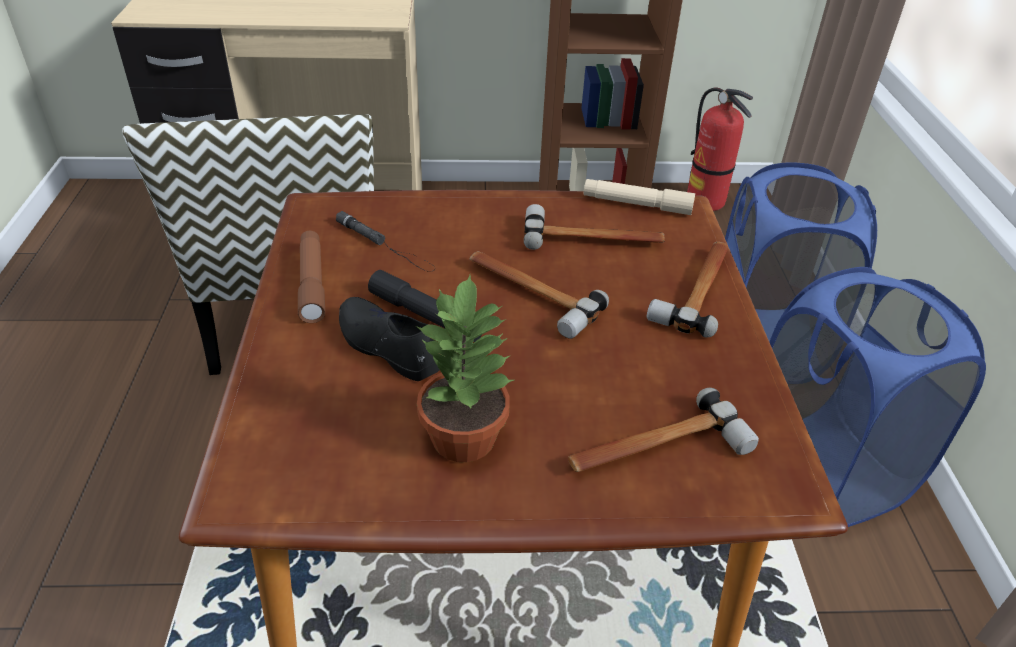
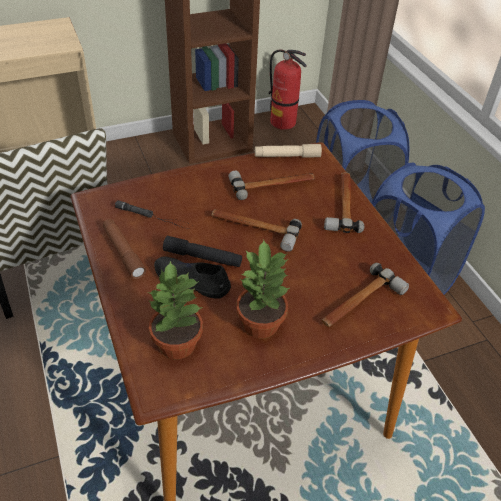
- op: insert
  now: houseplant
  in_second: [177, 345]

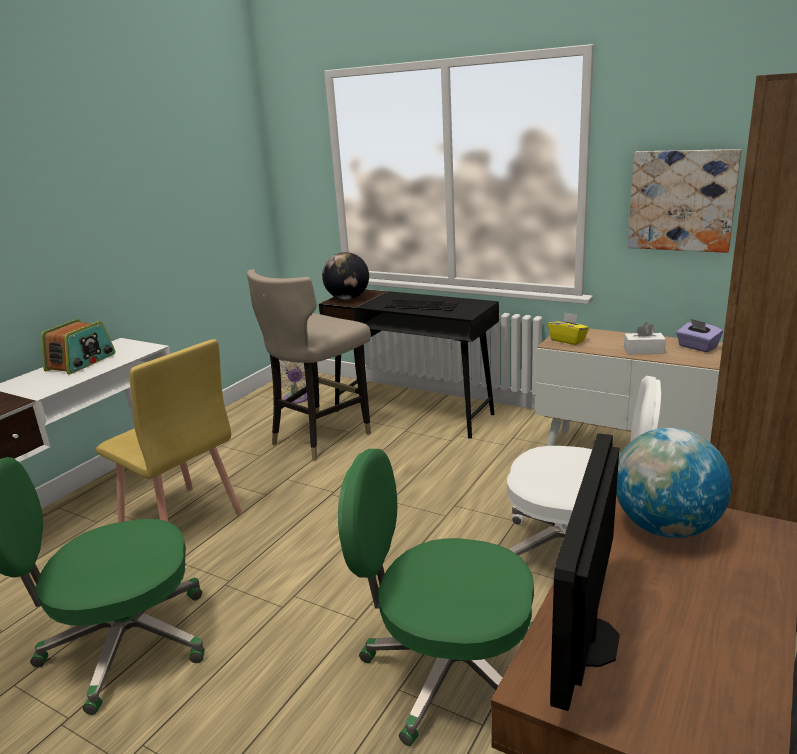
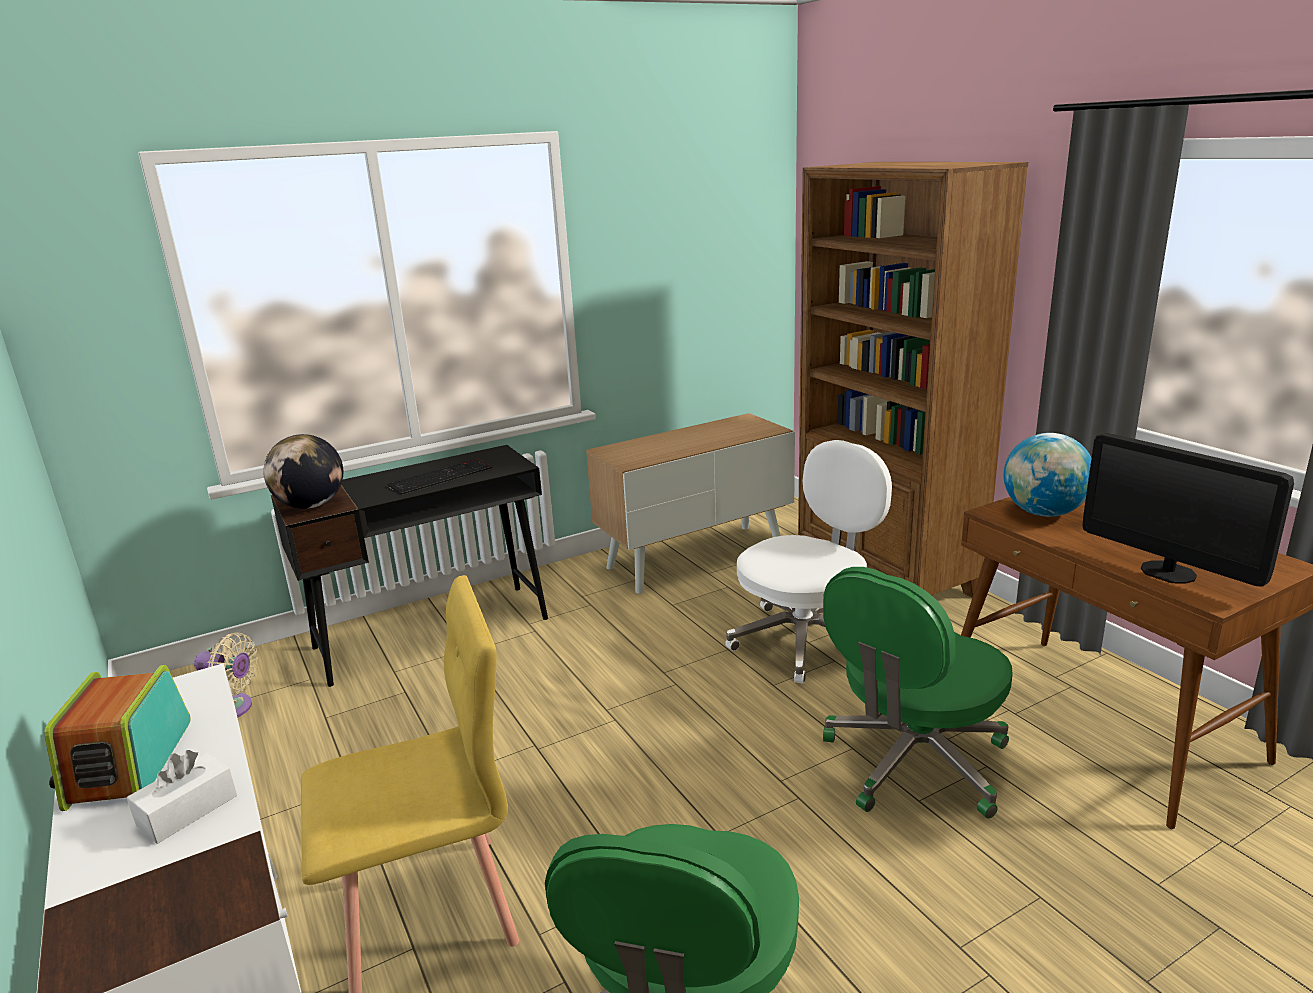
- op: delete
  was: wall picture
  in_first: [682, 200]
- op: delete
  was: beige sitting stool
  in_first: [320, 436]
- op: delete
  was: yellow-coloured tissue holder
  in_first: [568, 340]
- op: rotate
  was: radio receiver
  in_first: [81, 362]
  in_second: [128, 764]
  clockwise: -150
- op: delete
  was: purple tissue holder
  in_first: [697, 347]
- op: move
  was: whitish tissue holder
  in_first: [643, 351]
  in_second: [187, 810]

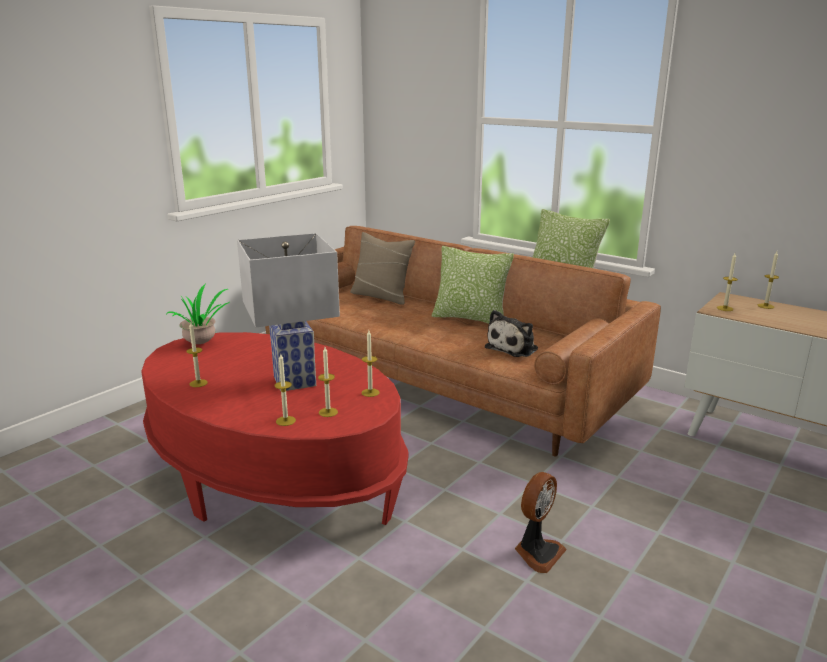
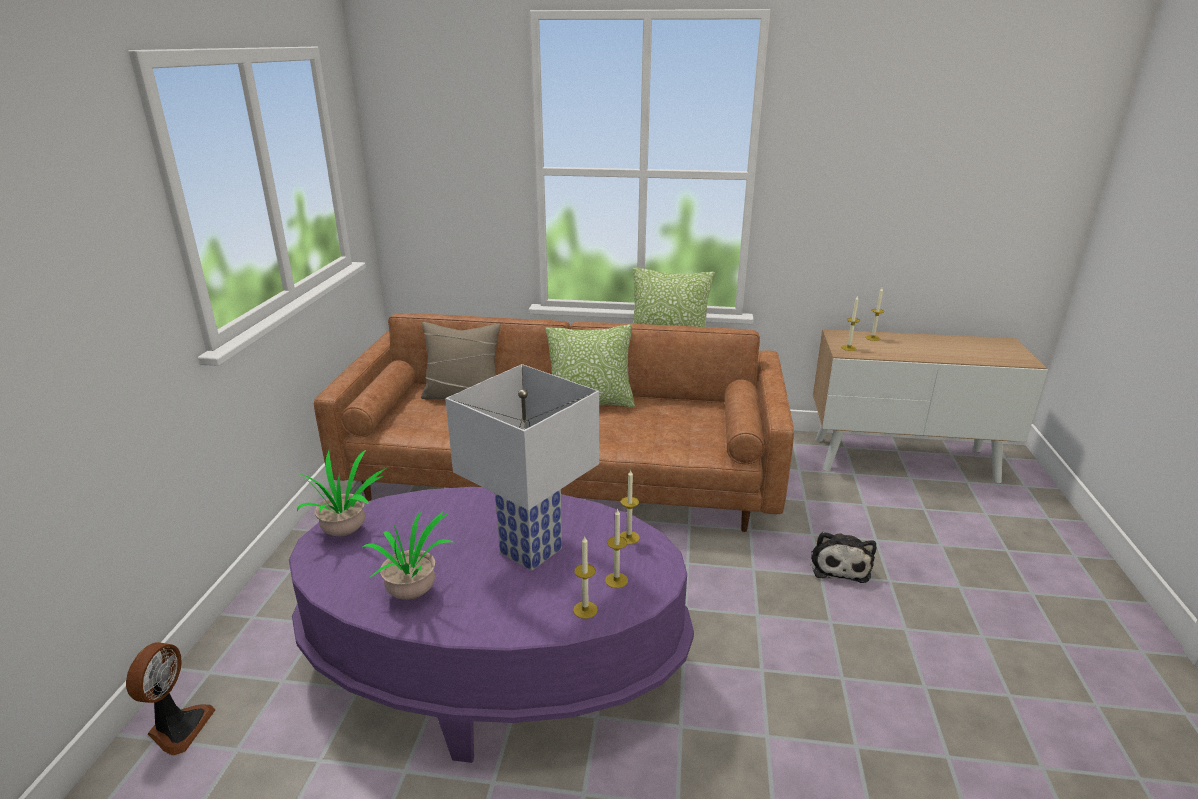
- op: move
  was: plush toy
  in_first: [513, 348]
  in_second: [839, 565]
- op: replace
  was: wax light
  now: houseplant
  in_first: [198, 383]
  in_second: [416, 594]
- op: recolor
  was: reddish lounge table
  now: purple lounge table
  in_first: [273, 475]
  in_second: [495, 664]
- op: move
  was: cooling fan
  in_first: [537, 552]
  in_second: [178, 727]

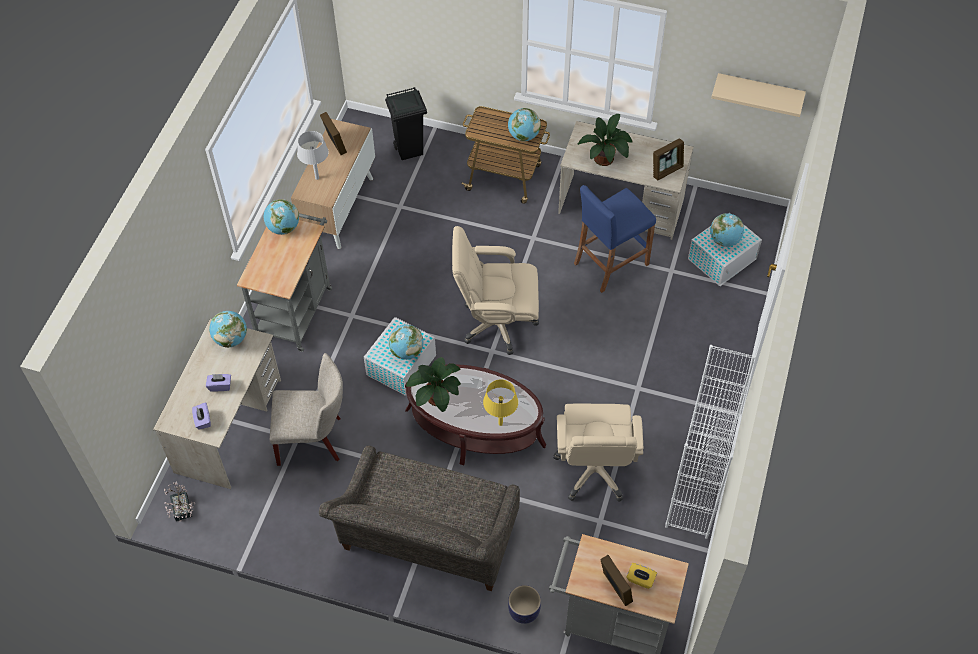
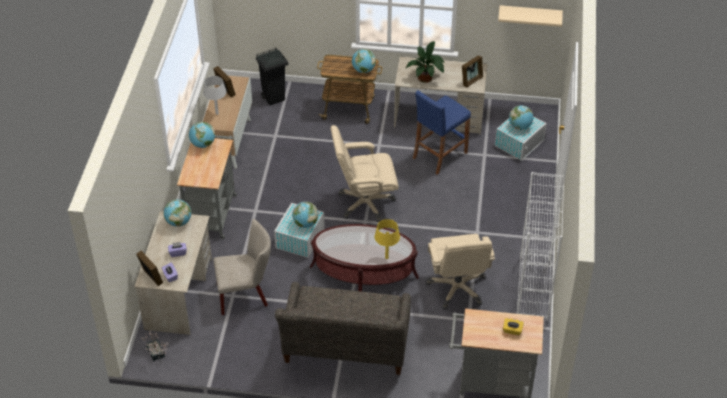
- op: delete
  was: houseplant
  in_first: [436, 398]
- op: move
  was: standing frame
  in_first: [615, 588]
  in_second: [151, 277]
- op: delete
  was: planter
  in_first: [523, 611]

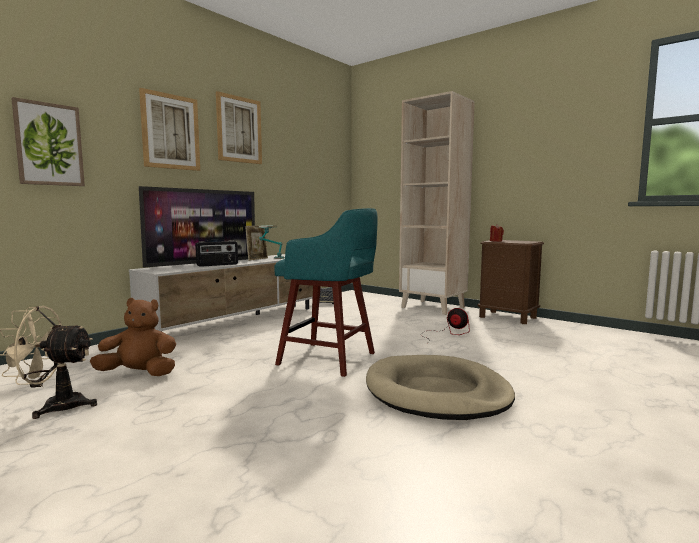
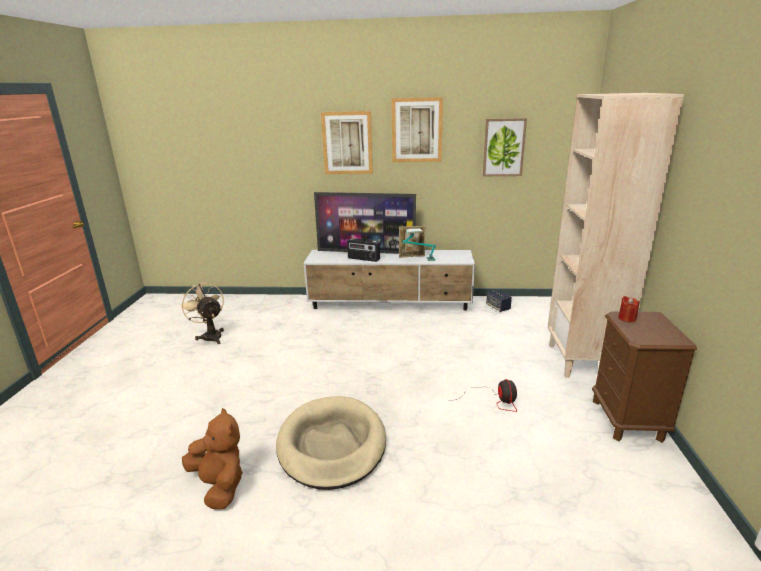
- op: move
  was: wall picture
  in_first: [49, 144]
  in_second: [503, 147]
- op: delete
  was: turquoise sitting stool
  in_first: [330, 359]
- op: move
  was: brown plush toy
  in_first: [139, 374]
  in_second: [219, 485]

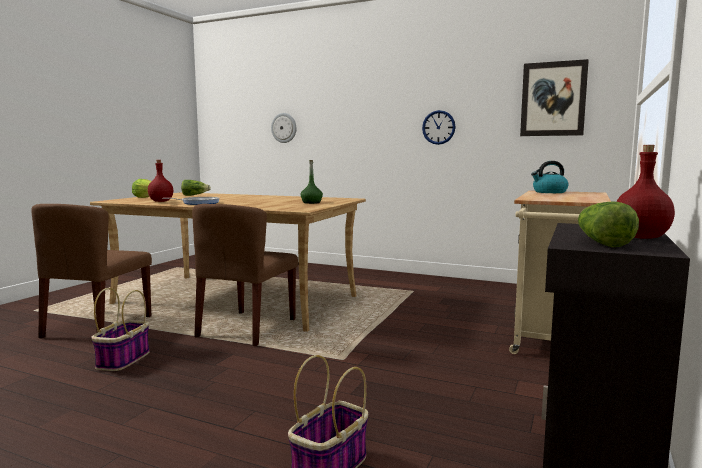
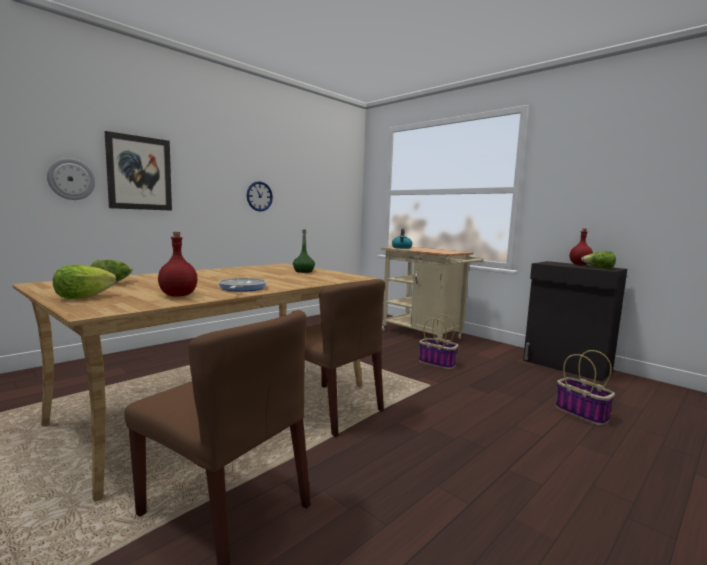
- op: move
  was: wall picture
  in_first: [553, 99]
  in_second: [139, 173]
- op: move
  was: storage basket
  in_first: [123, 360]
  in_second: [438, 363]

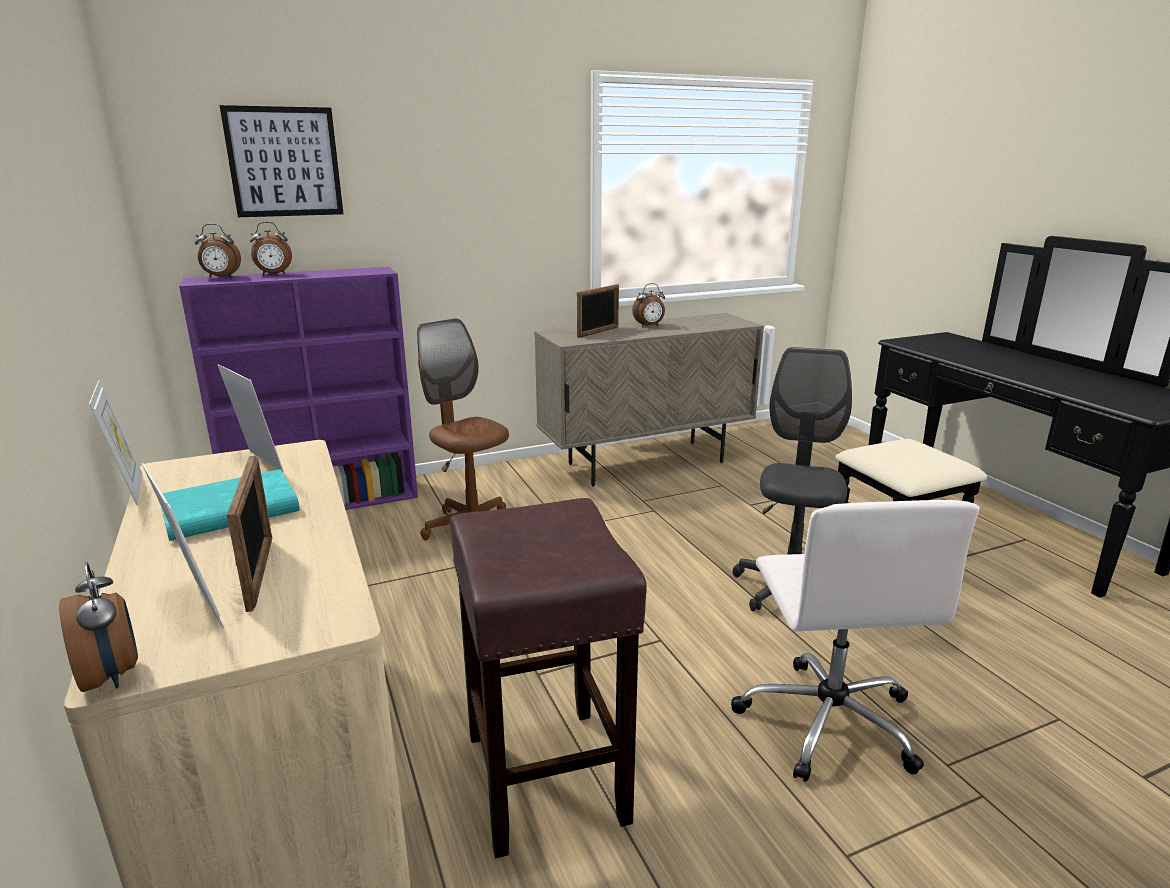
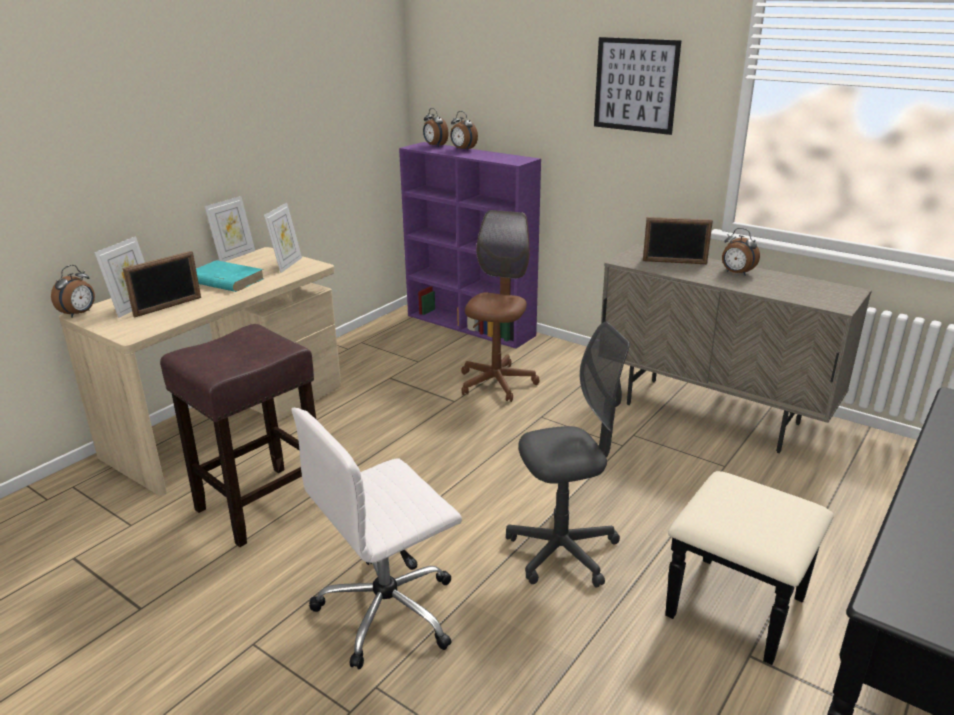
- op: move
  was: wall picture
  in_first: [284, 162]
  in_second: [635, 85]

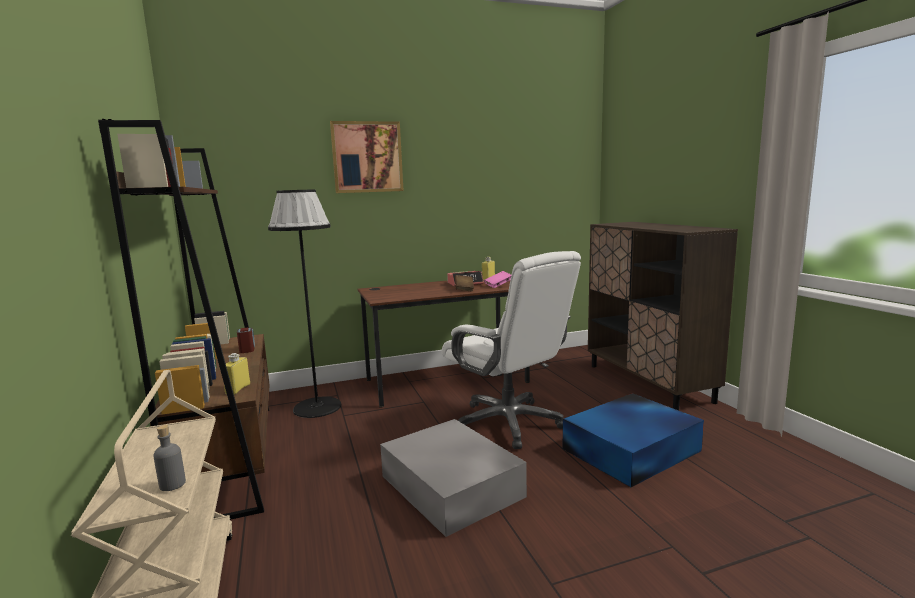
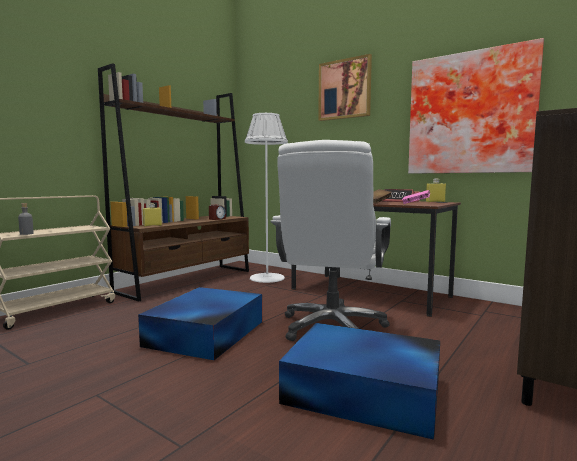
- op: recolor
  was: black-coloured standing lamp
  now: whitish standing lamp
  in_first: [317, 407]
  in_second: [267, 278]
- op: recolor
  was: greyish storage bin
  now: blue storage bin
  in_first: [452, 487]
  in_second: [204, 333]
- op: insert
  now: wall picture
  in_second: [470, 114]

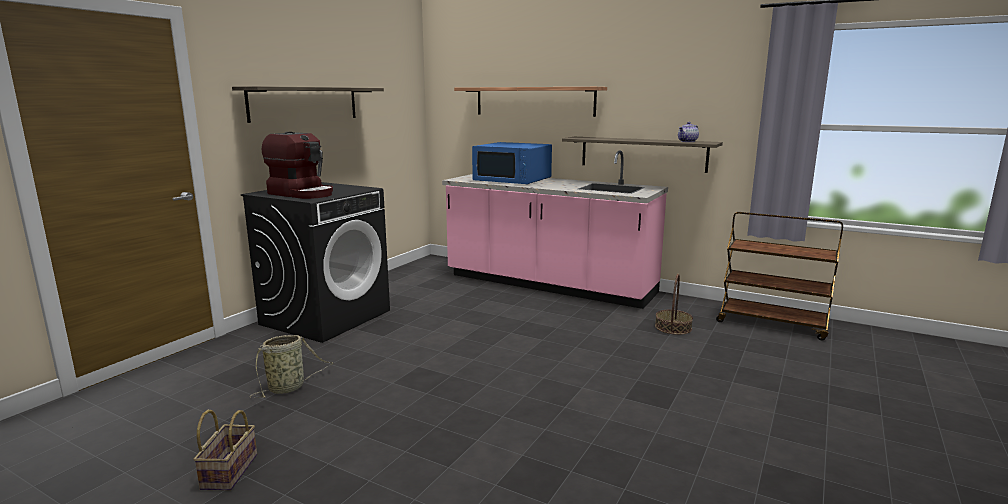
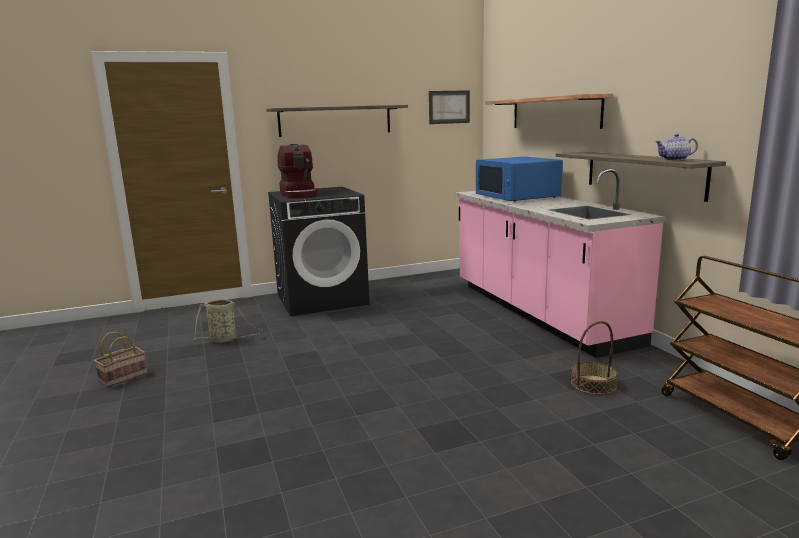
- op: insert
  now: wall picture
  in_second: [449, 107]

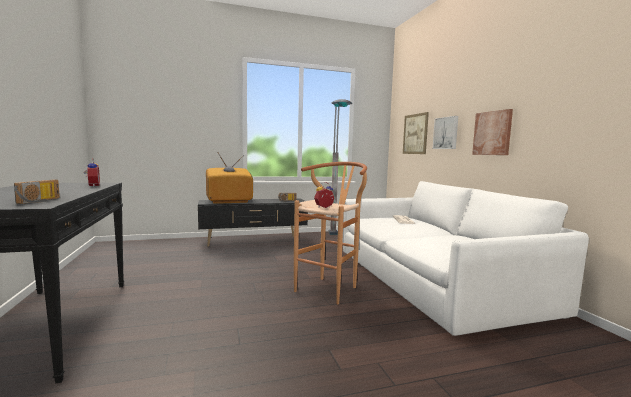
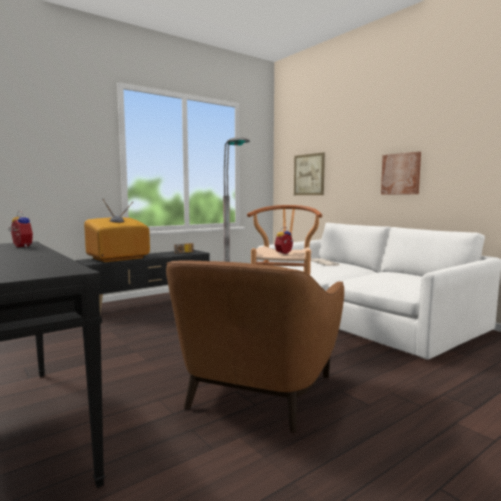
- op: delete
  was: wall picture
  in_first: [446, 133]
- op: delete
  was: radio receiver
  in_first: [41, 201]
- op: insert
  now: brown lounge chair
  in_second: [257, 392]

